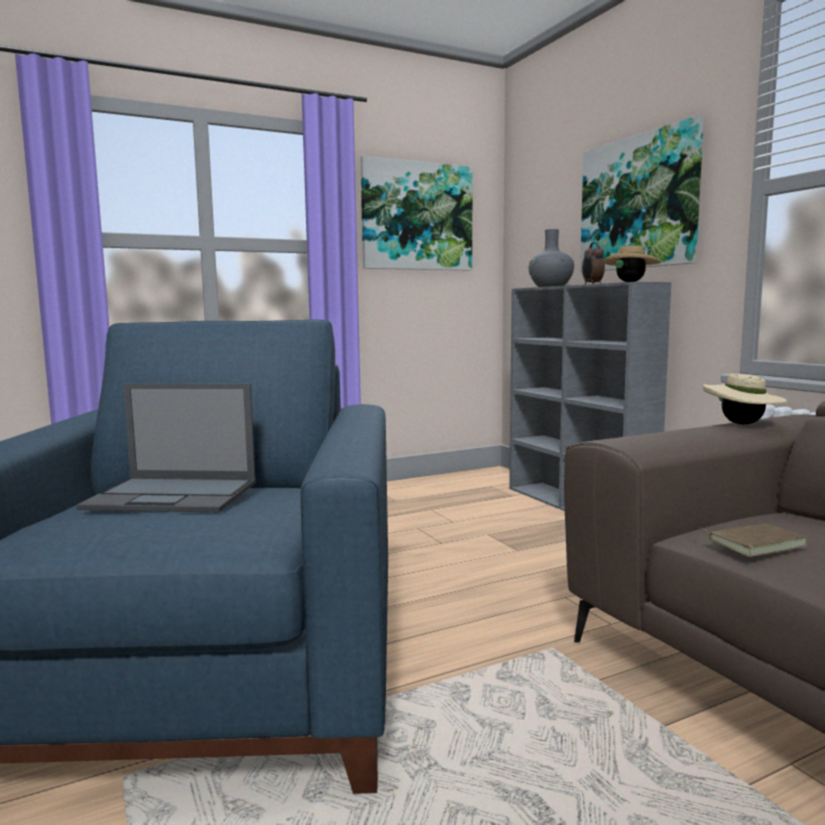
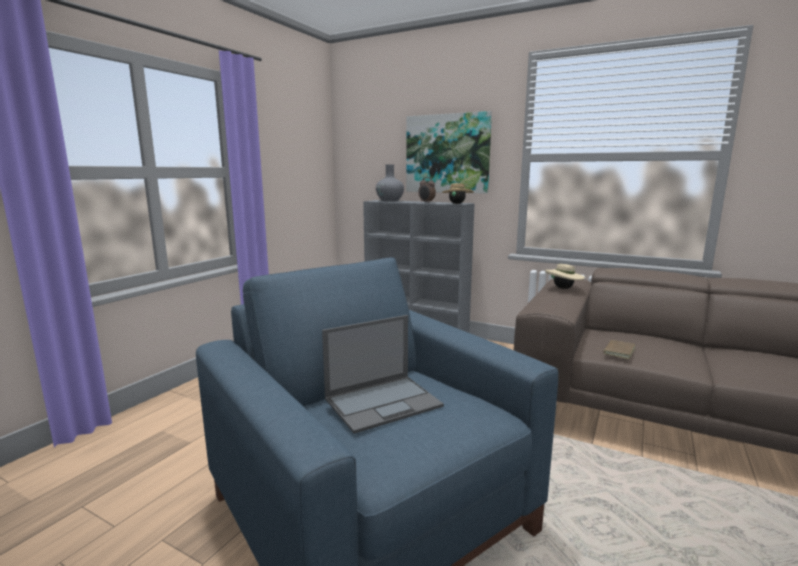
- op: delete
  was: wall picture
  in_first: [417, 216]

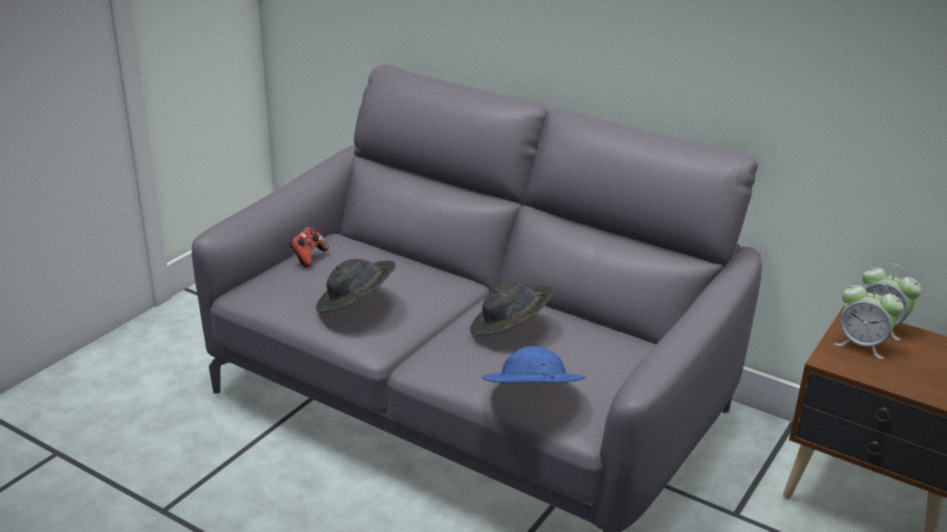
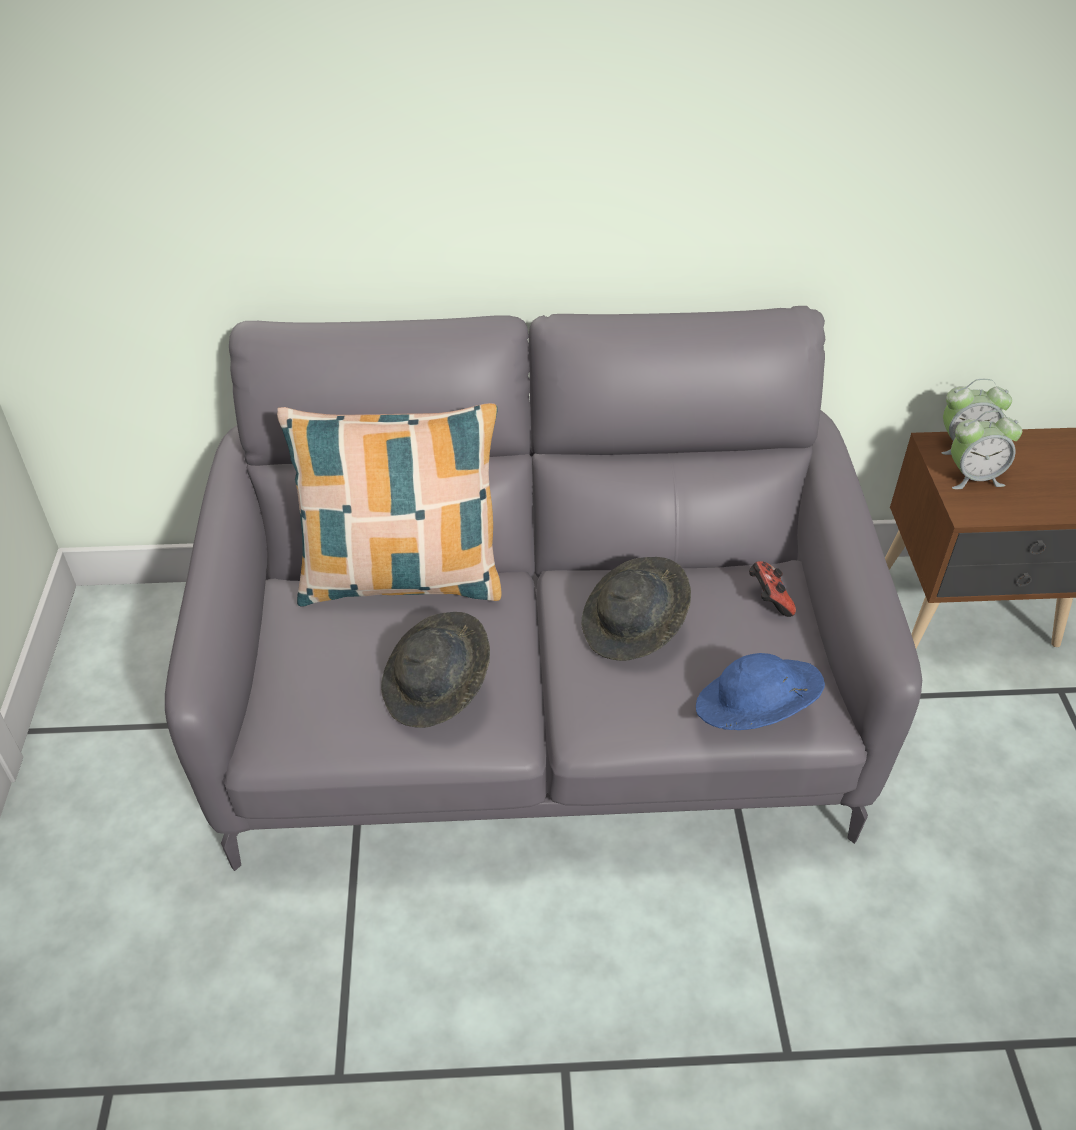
- op: move
  was: game controller
  in_first: [308, 257]
  in_second: [768, 599]
- op: insert
  now: throw pillow
  in_second: [402, 580]

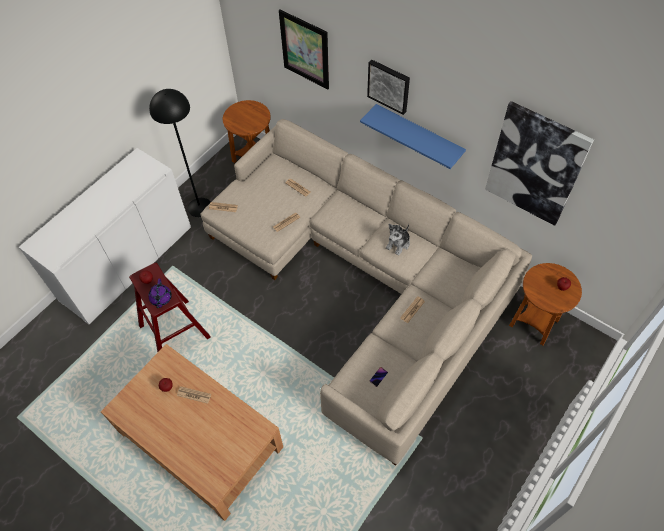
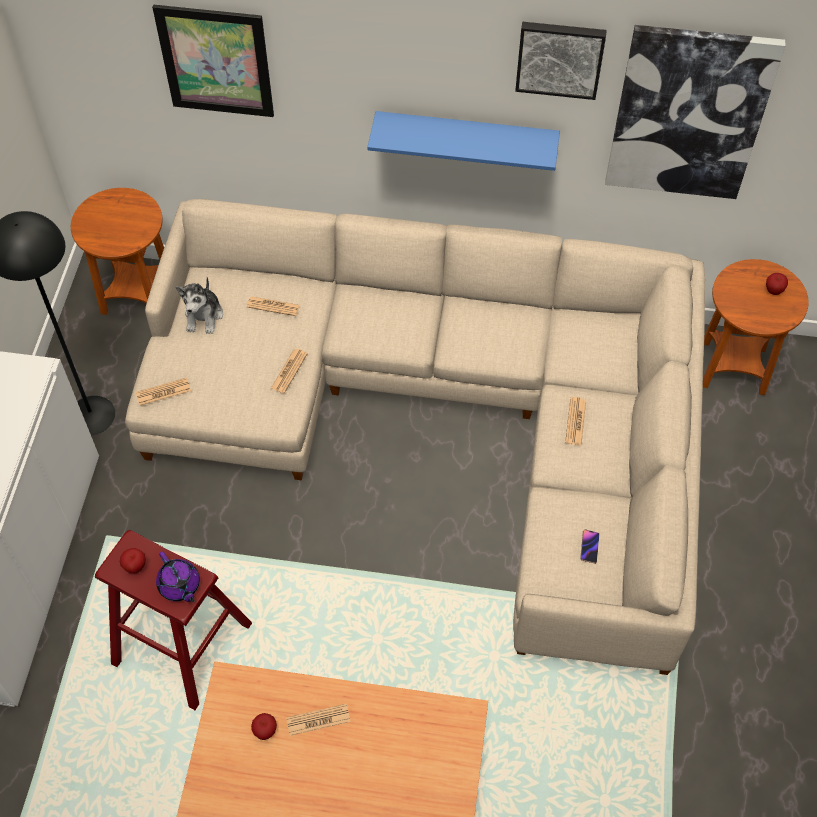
- op: move
  was: wall picture
  in_first: [389, 86]
  in_second: [560, 58]
- op: move
  was: plush toy
  in_first: [398, 244]
  in_second: [204, 316]

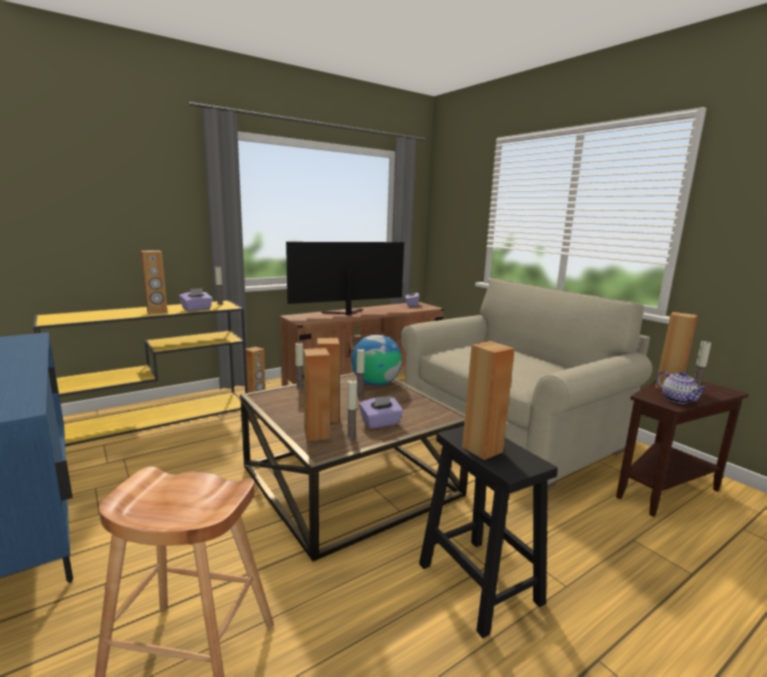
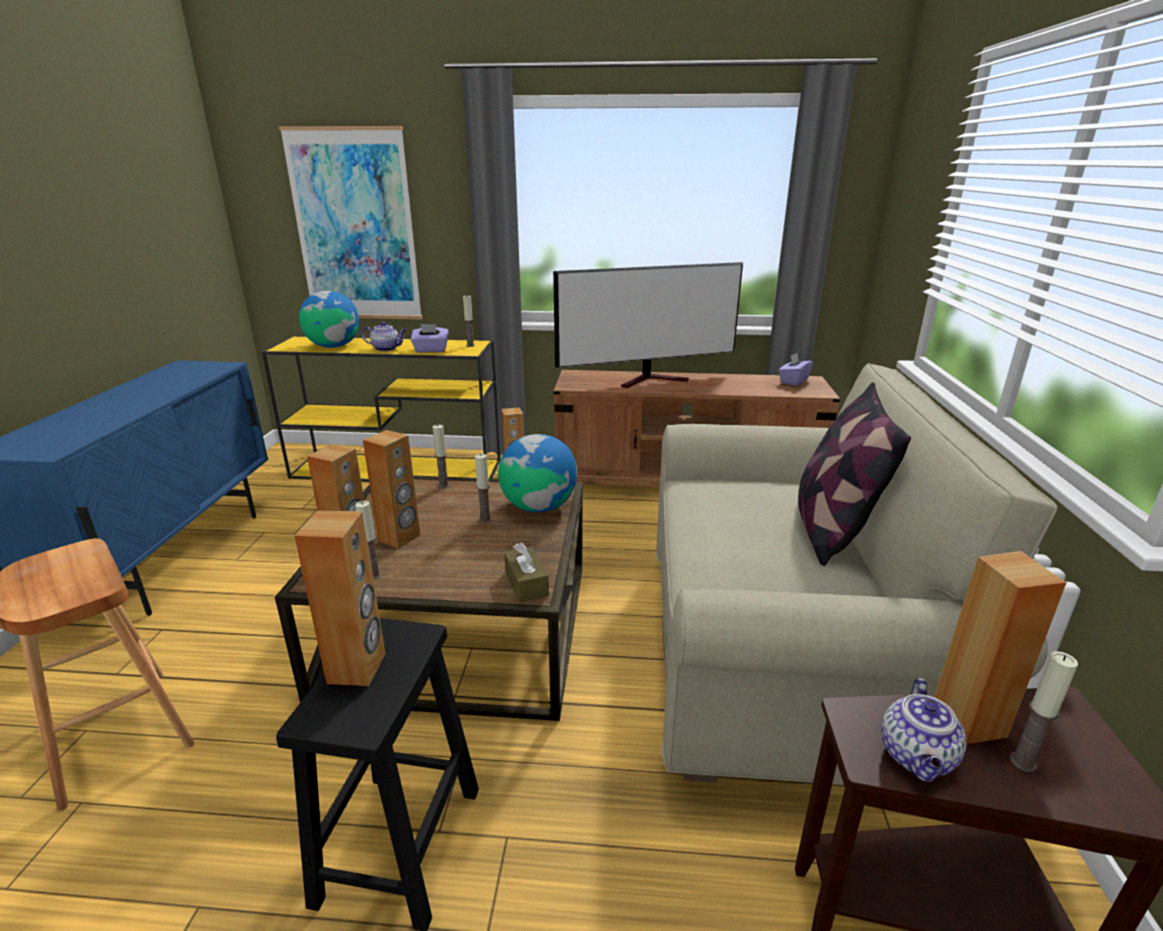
- op: rotate
  was: TV
  in_first: [344, 313]
  in_second: [652, 380]
  clockwise: 150
- op: replace
  was: brown speaker
  now: tea pot
  in_first: [157, 312]
  in_second: [387, 349]
- op: delete
  was: purple tissue holder
  in_first: [380, 423]
- op: insert
  now: wall picture
  in_second: [355, 227]
- op: insert
  now: world globe
  in_second: [333, 346]
- op: insert
  now: throw pillow
  in_second: [831, 529]
- op: insert
  now: brown tissue holder
  in_second: [526, 583]

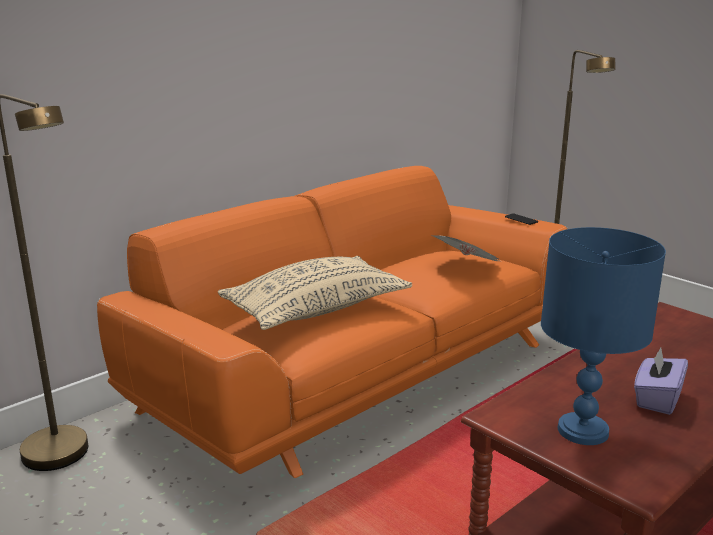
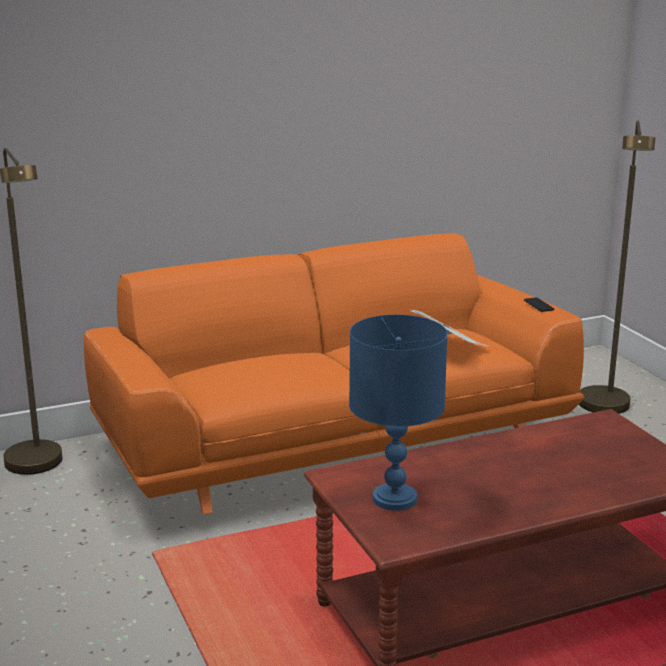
- op: delete
  was: beige throw pillow
  in_first: [316, 310]
- op: delete
  was: purple tissue holder
  in_first: [657, 399]

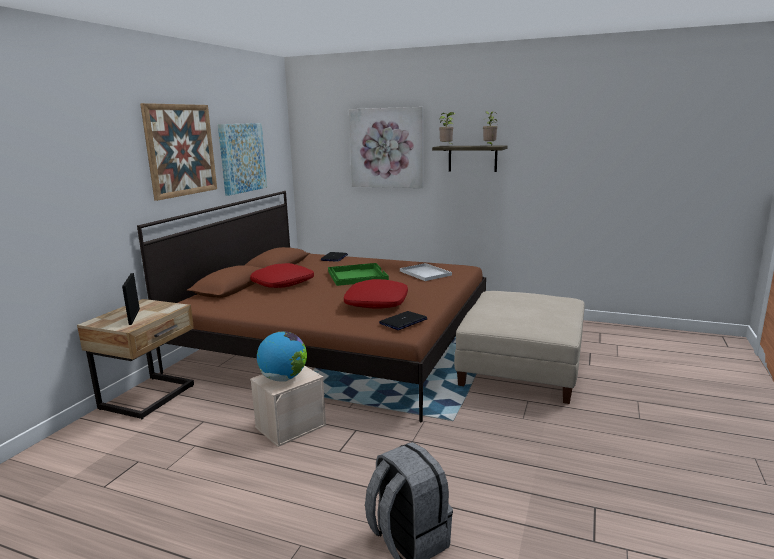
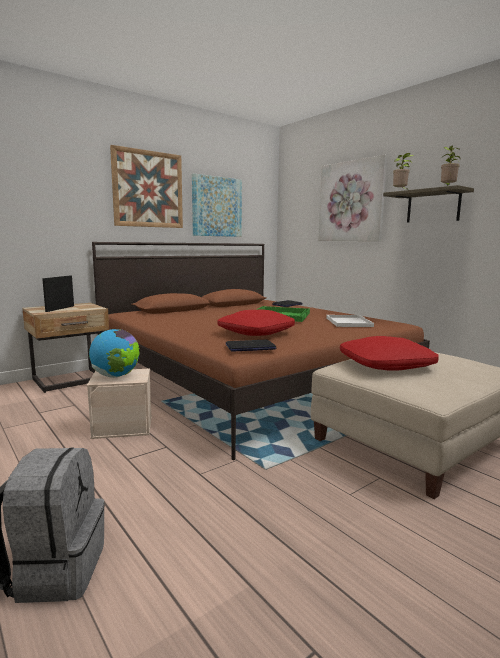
- op: move
  was: reddish throw pillow
  in_first: [282, 283]
  in_second: [386, 364]

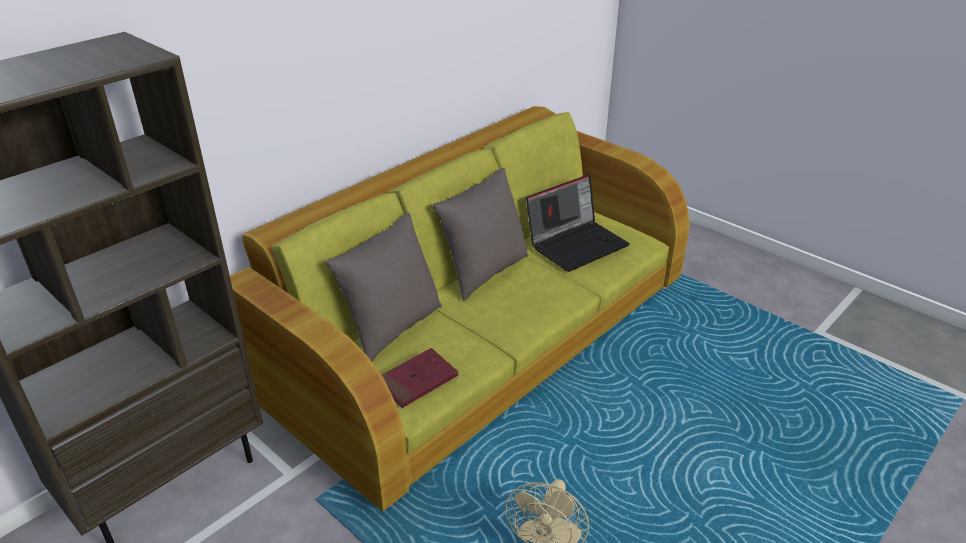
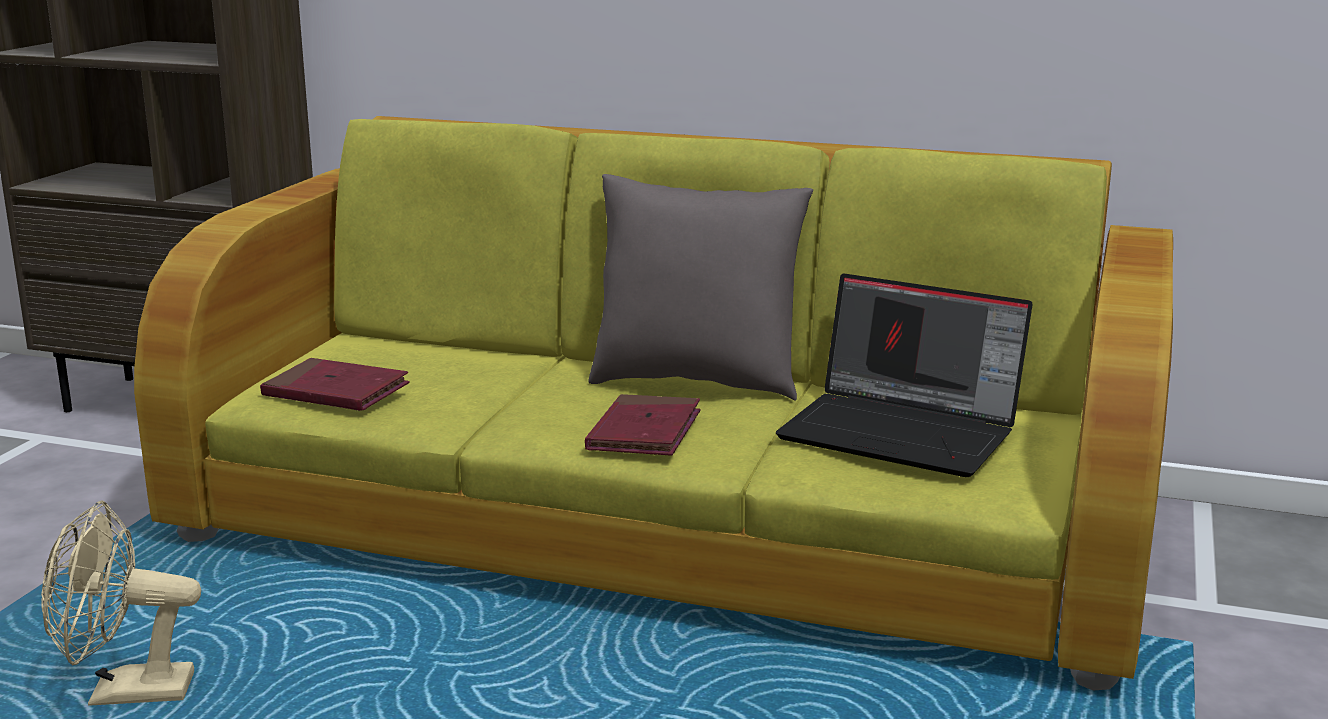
- op: delete
  was: greyish throw pillow
  in_first: [392, 329]
- op: insert
  now: reddish bound book
  in_second: [644, 432]

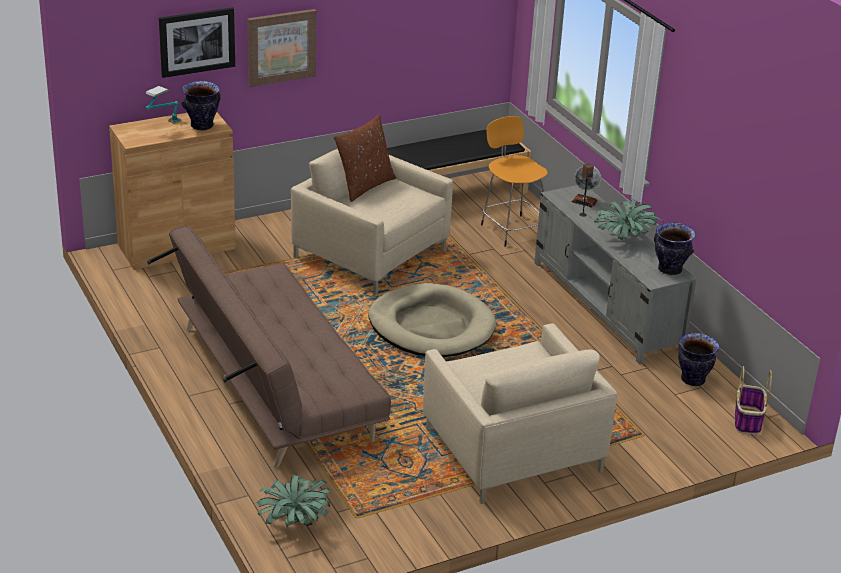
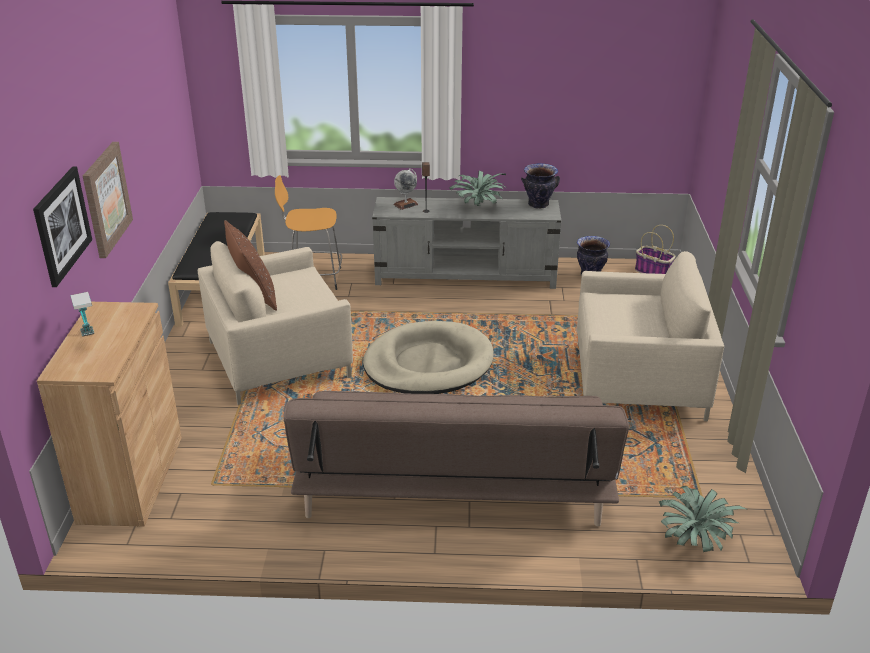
- op: delete
  was: vase
  in_first: [202, 126]

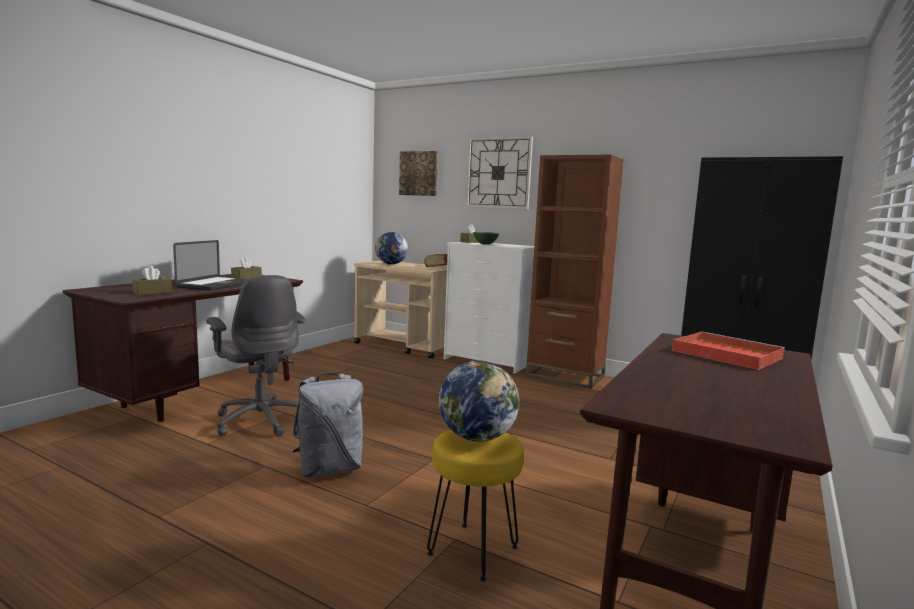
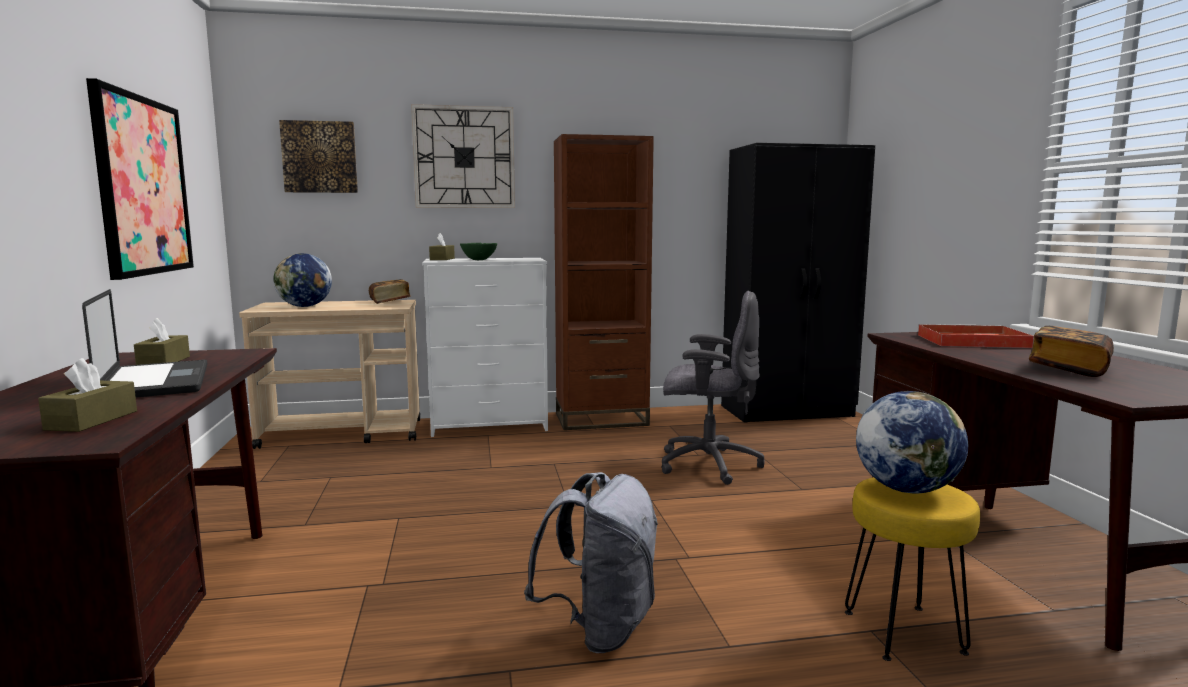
- op: move
  was: greyish computer chair
  in_first: [260, 420]
  in_second: [707, 464]
- op: insert
  now: wall picture
  in_second: [143, 186]
- op: insert
  now: bound book
  in_second: [1069, 369]

